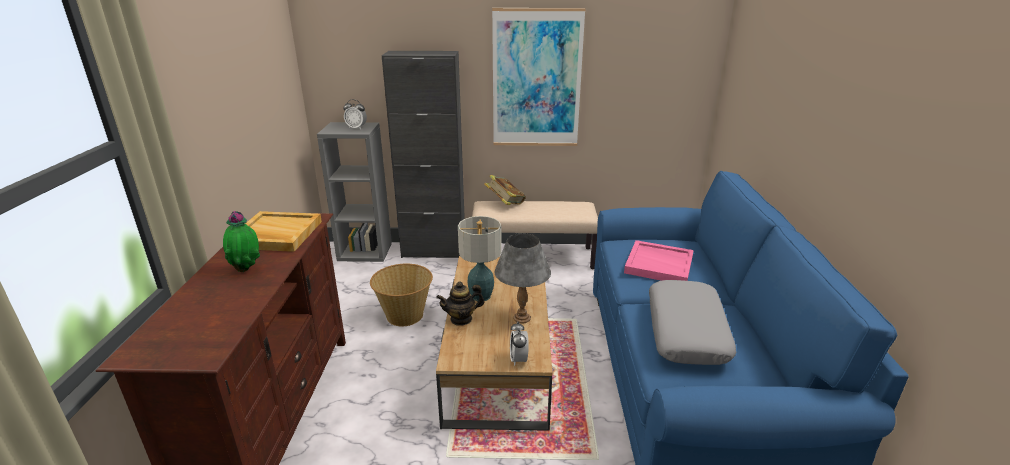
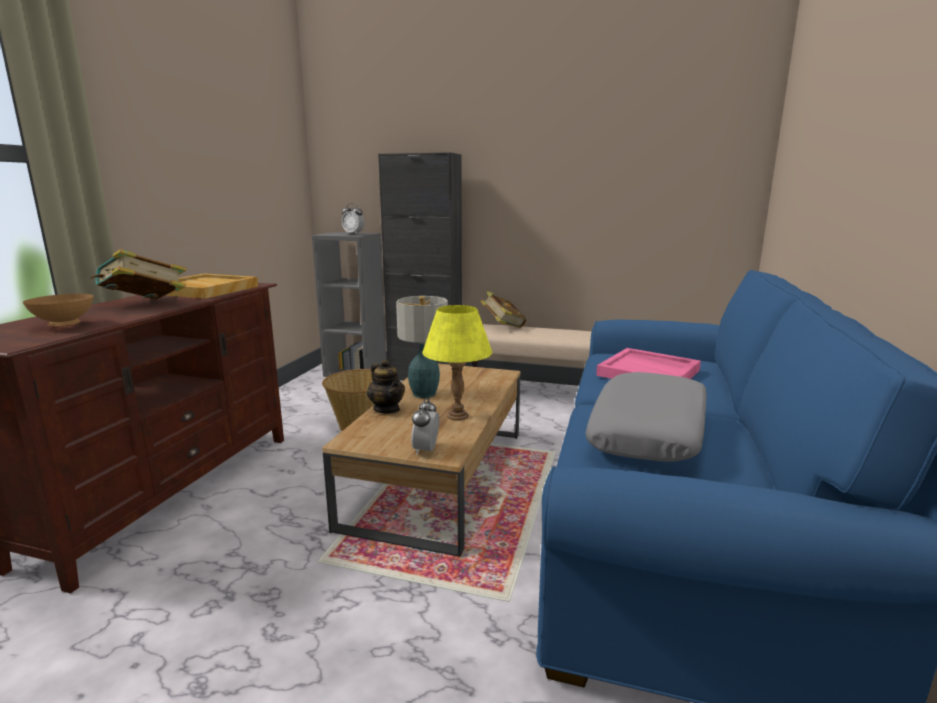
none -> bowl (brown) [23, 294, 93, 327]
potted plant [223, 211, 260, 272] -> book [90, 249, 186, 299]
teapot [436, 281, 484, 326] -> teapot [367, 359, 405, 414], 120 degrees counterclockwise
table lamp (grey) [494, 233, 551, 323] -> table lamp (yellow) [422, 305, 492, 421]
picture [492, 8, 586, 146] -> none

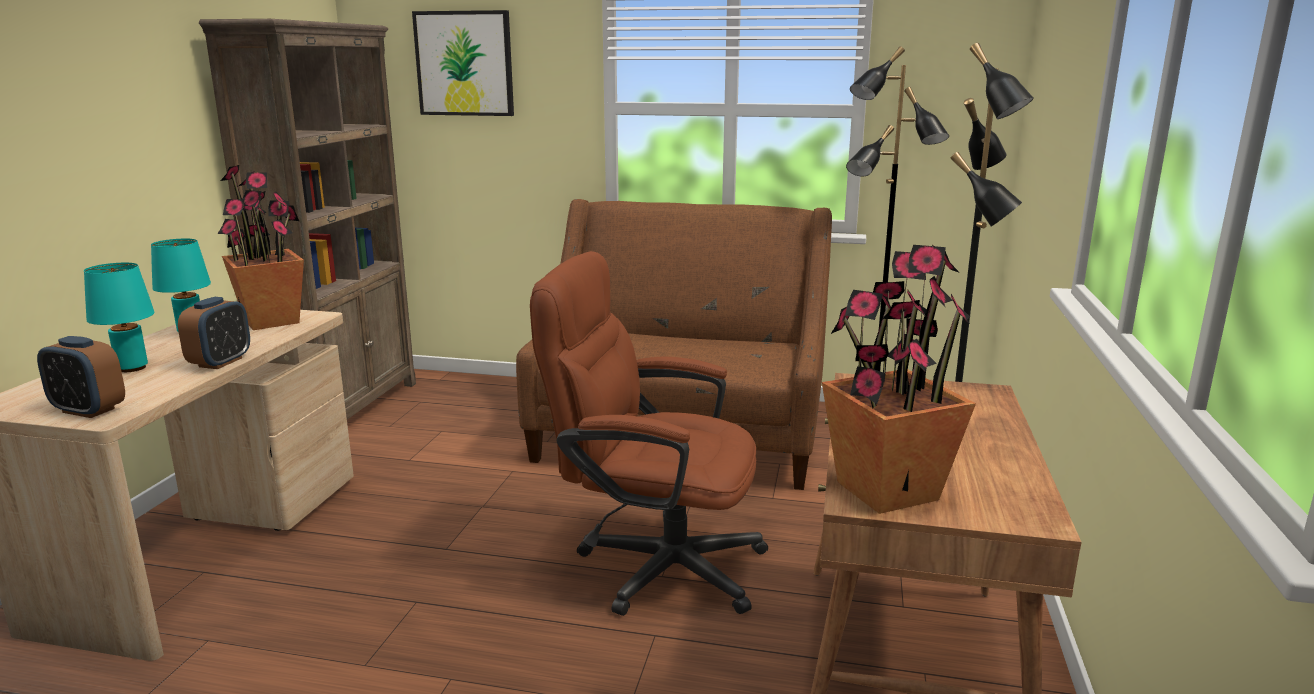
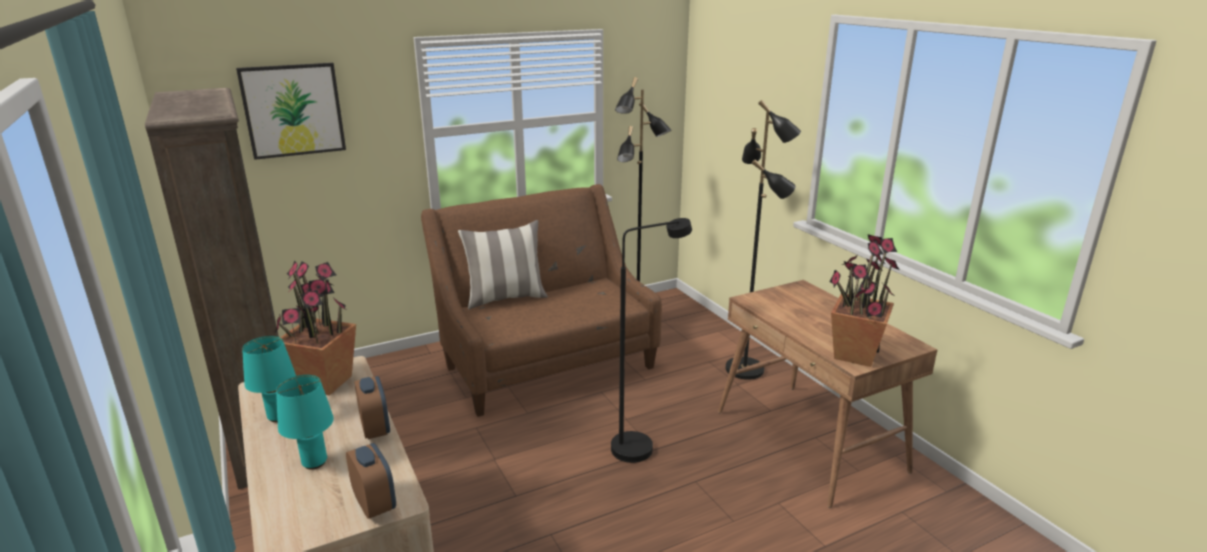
alarm clock [37, 336, 125, 418] -> alarm clock [346, 443, 396, 519], 105 degrees counterclockwise
none -> pillow [458, 220, 548, 309]
office chair (brown) [530, 251, 768, 616] -> floor lamp (black) [611, 218, 692, 463]

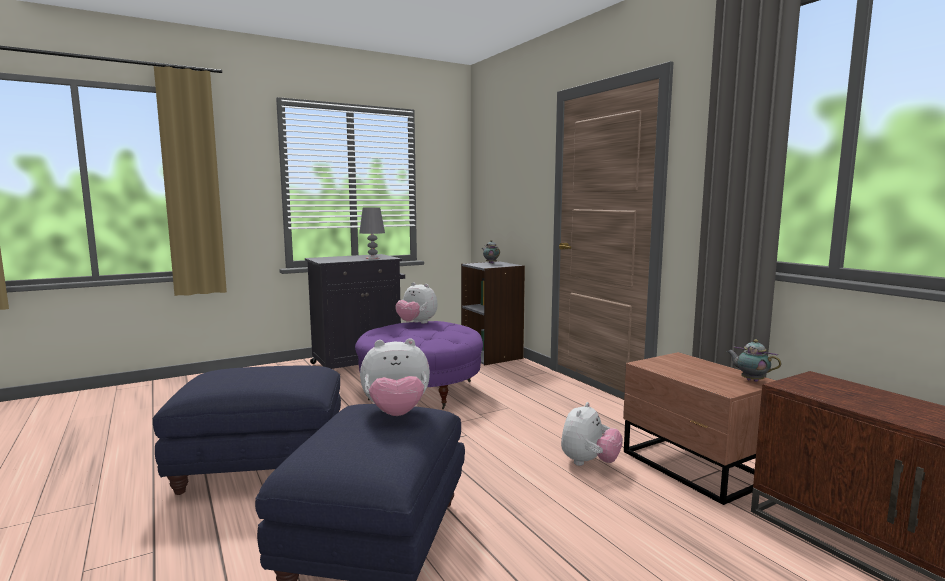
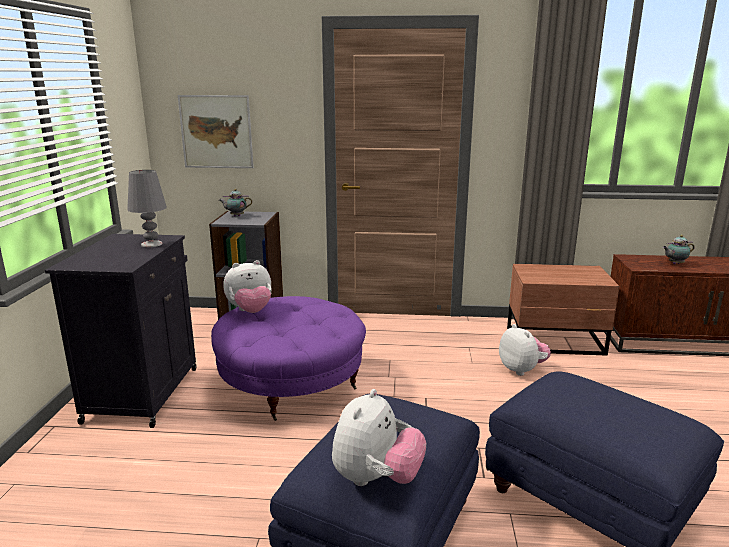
none -> picture [178, 95, 254, 168]
plush toy [360, 338, 430, 416] -> plush toy [332, 389, 426, 486], relocated
teapot [727, 339, 781, 382] -> teapot [662, 235, 695, 264], relocated

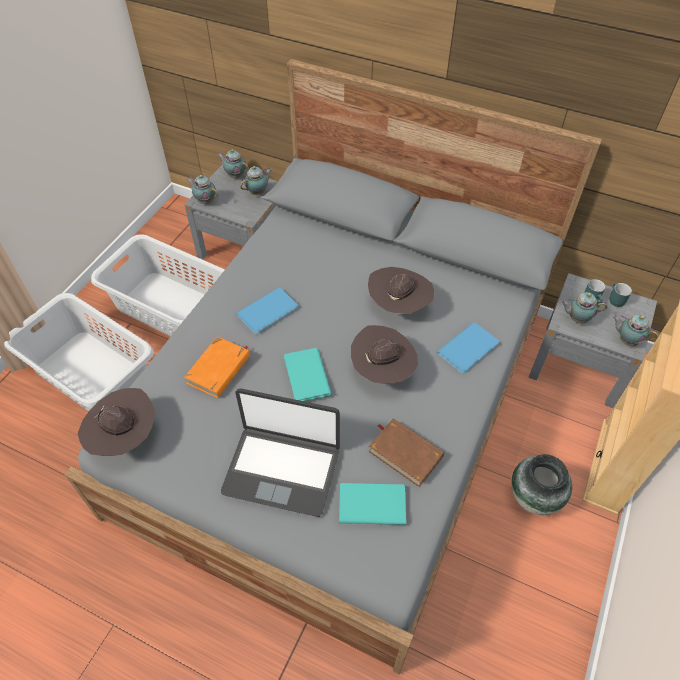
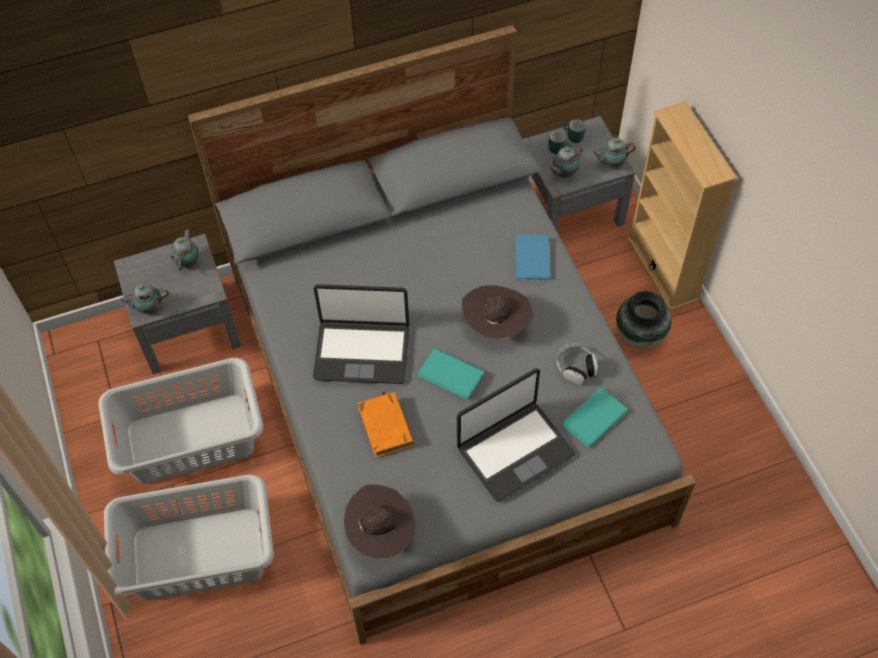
book (blue) [236, 287, 299, 334] -> laptop [313, 284, 409, 384]
book (brown) [369, 419, 444, 487] -> headphones [557, 343, 598, 385]
teapot [218, 149, 249, 178] -> none
hat (brown) [368, 267, 434, 314] -> none

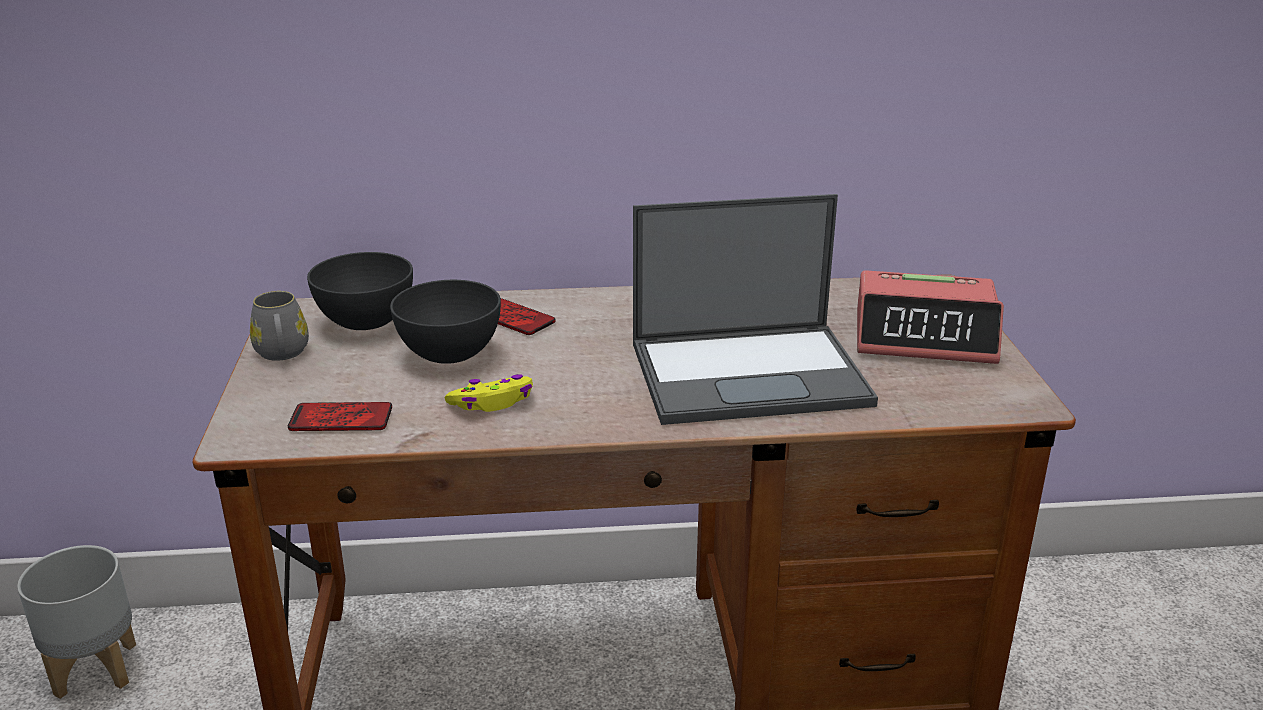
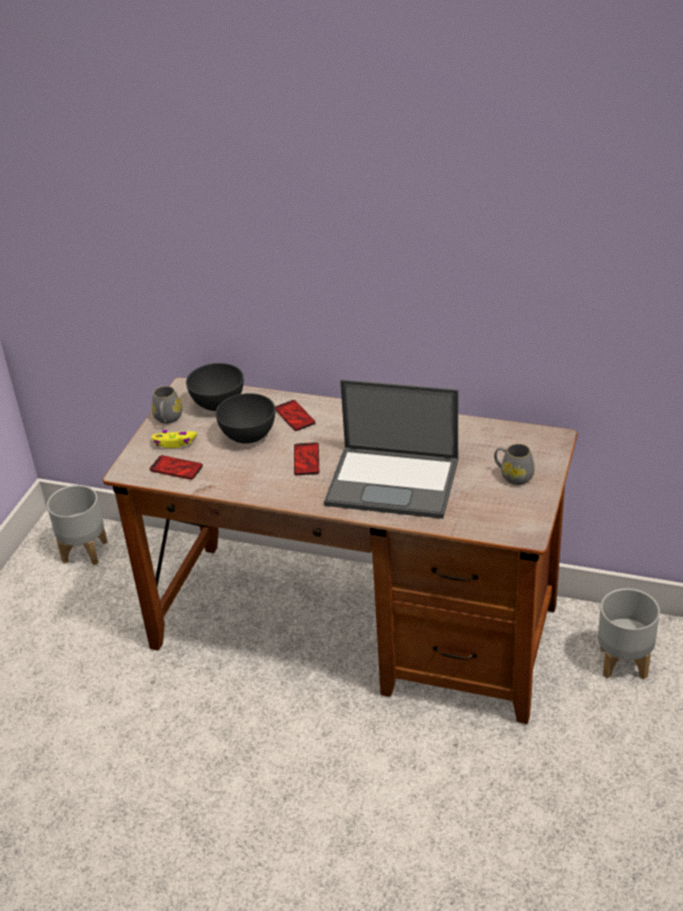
game controller (yellow) [444, 374, 533, 412] -> game controller (yellow) [152, 430, 197, 448], relocated
none -> phone [294, 442, 319, 475]
alarm clock [857, 270, 1004, 364] -> mug (grey) [494, 444, 534, 485]
none -> planter (grey) [598, 588, 660, 680]

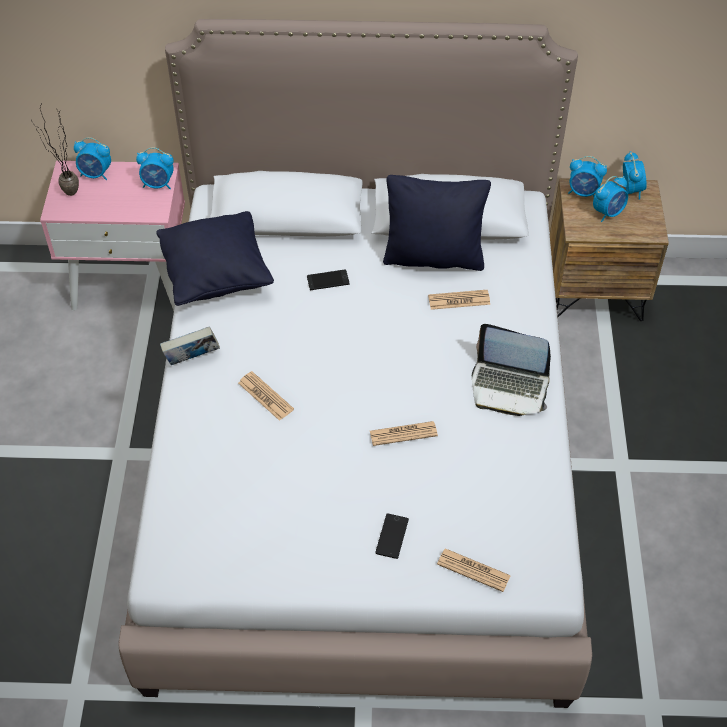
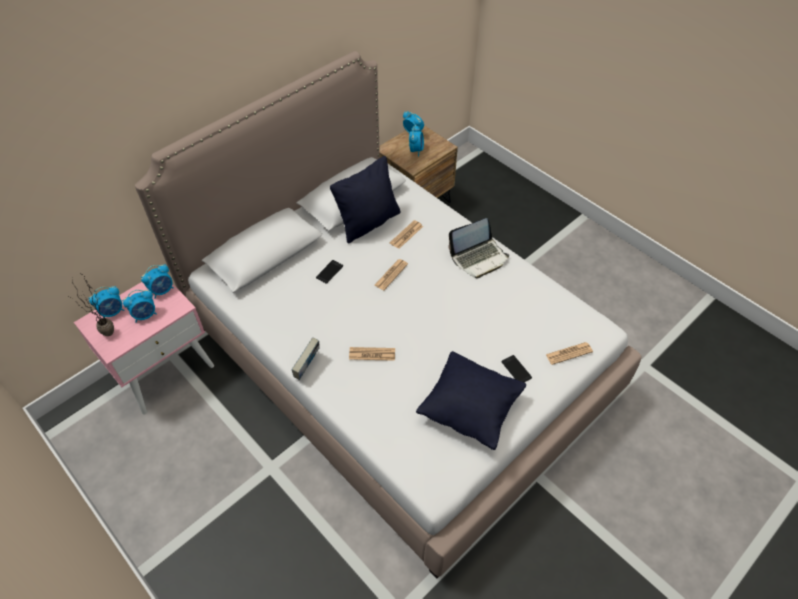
alarm clock [568, 156, 607, 197] -> alarm clock [122, 290, 157, 323], relocated
newspaper [370, 421, 438, 446] -> newspaper [375, 259, 408, 290], relocated
pillow (black) [156, 211, 274, 306] -> pillow (black) [416, 351, 526, 450], relocated

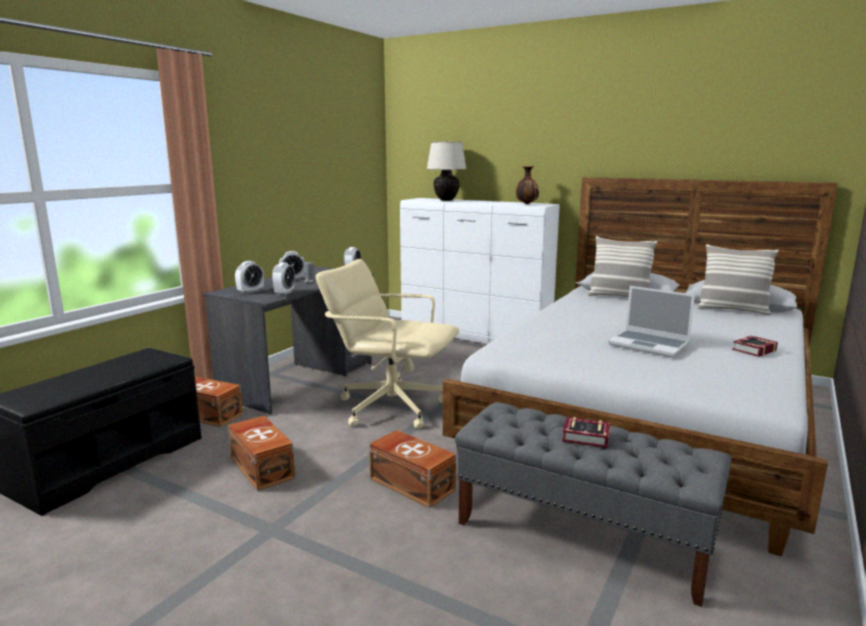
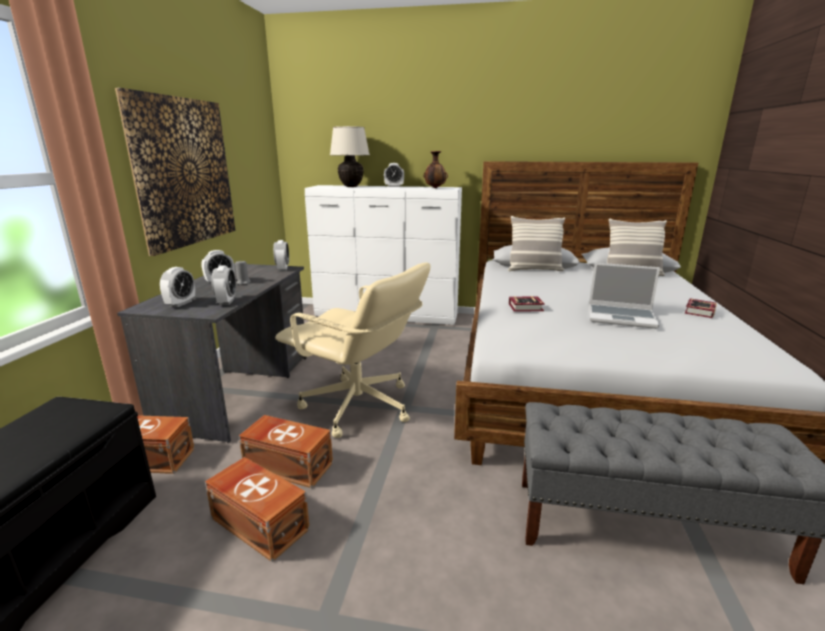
none -> picture [115, 88, 235, 256]
storage box (brown) [369, 430, 456, 508] -> storage box (brown) [239, 415, 333, 488], relocated
office chair (beige) [316, 259, 460, 429] -> office chair (beige) [275, 263, 430, 438], 150 degrees counterclockwise
none -> alarm clock [384, 163, 404, 187]
book [562, 417, 610, 448] -> book [509, 296, 545, 312], relocated

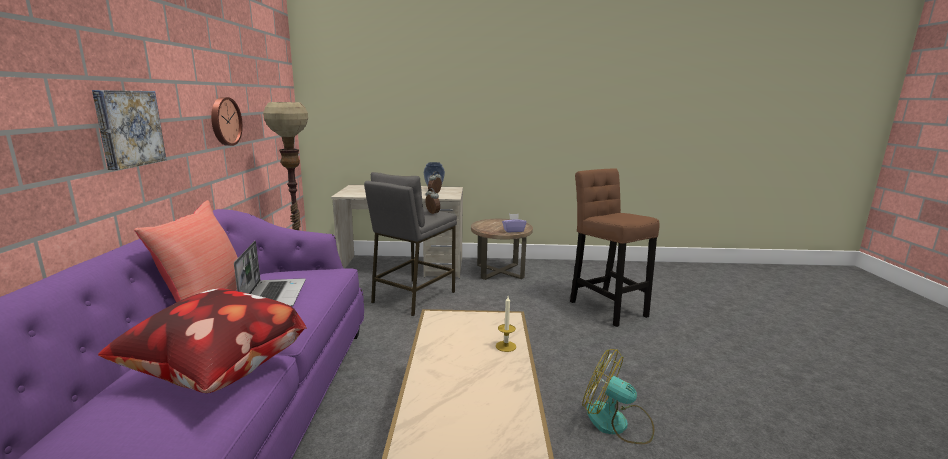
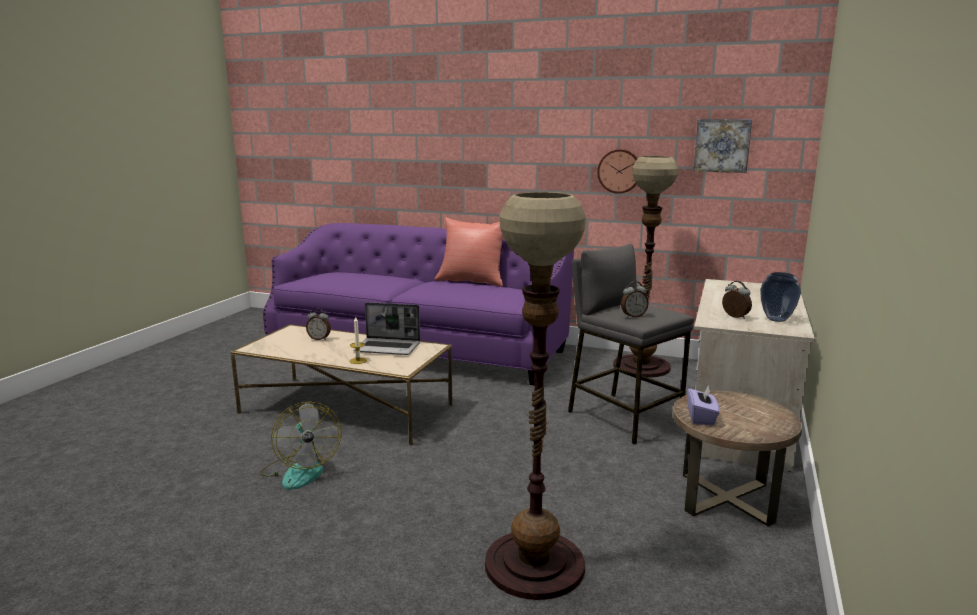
fan [582, 349, 654, 444] -> fan [260, 402, 342, 490], 105 degrees clockwise
none -> alarm clock [306, 308, 331, 340]
laptop [234, 241, 306, 307] -> laptop [353, 302, 420, 355], relocated
stool (brown) [570, 168, 660, 327] -> floor lamp [485, 192, 586, 600]
picture [92, 90, 166, 170] -> picture [693, 119, 752, 173], relocated
pillow [99, 288, 307, 393] -> none

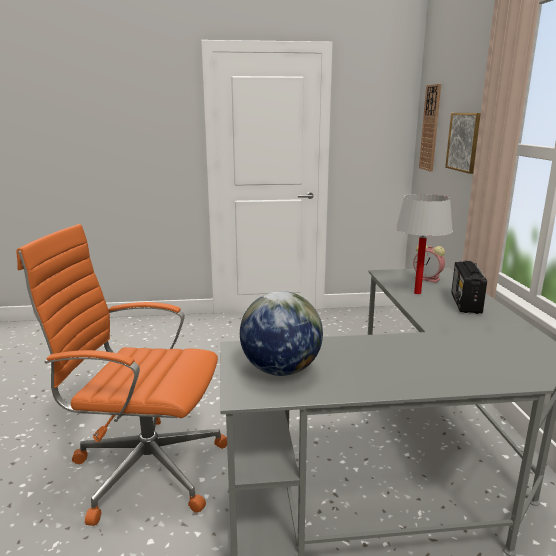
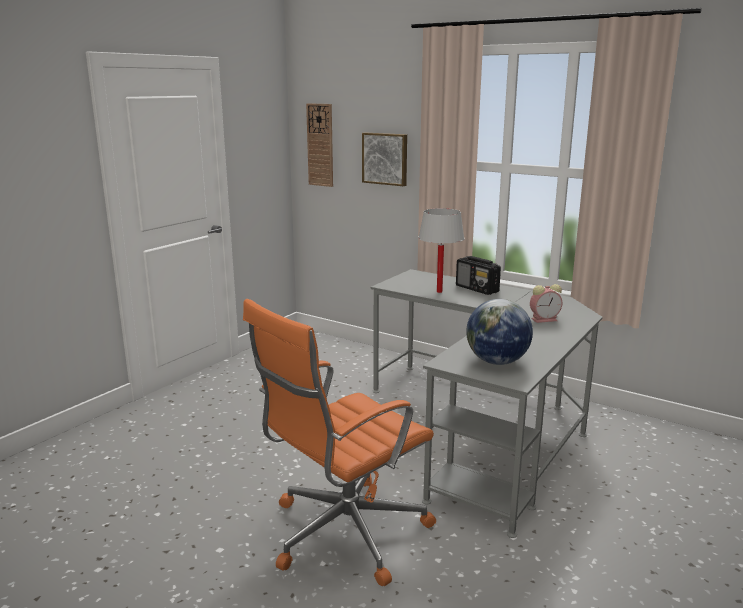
alarm clock [413, 245, 445, 283] -> alarm clock [530, 284, 562, 323], relocated

